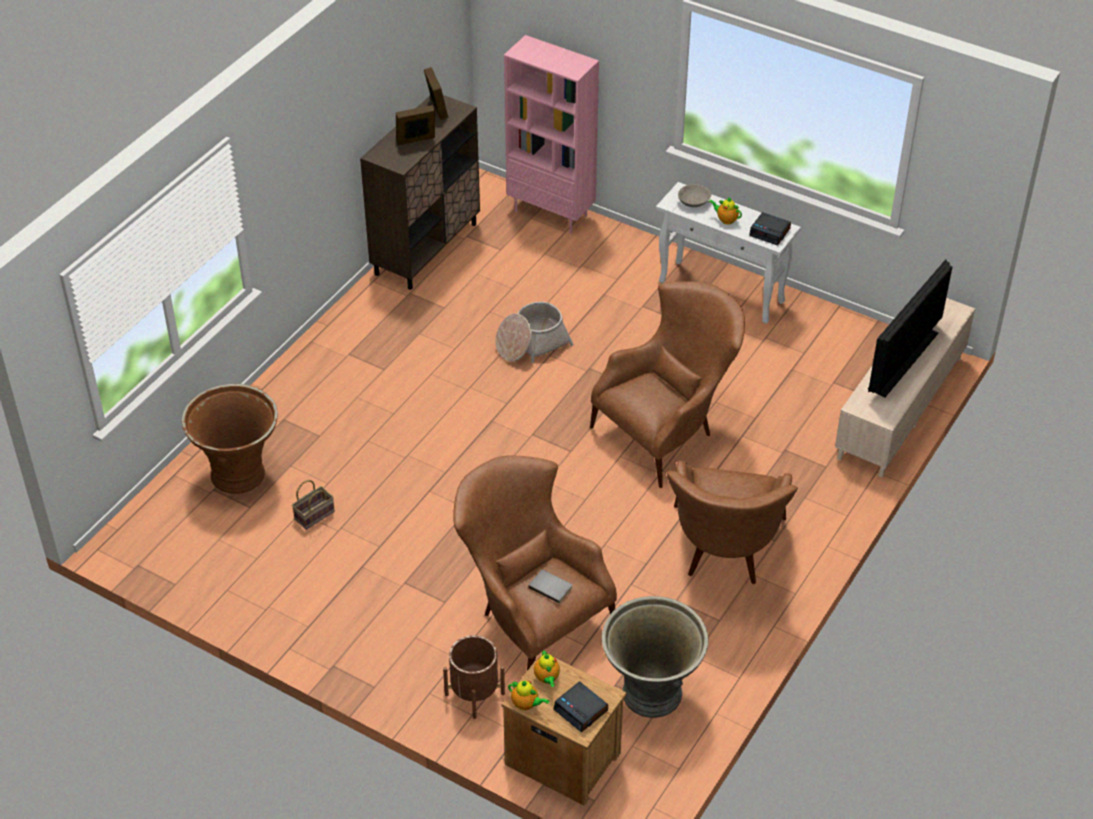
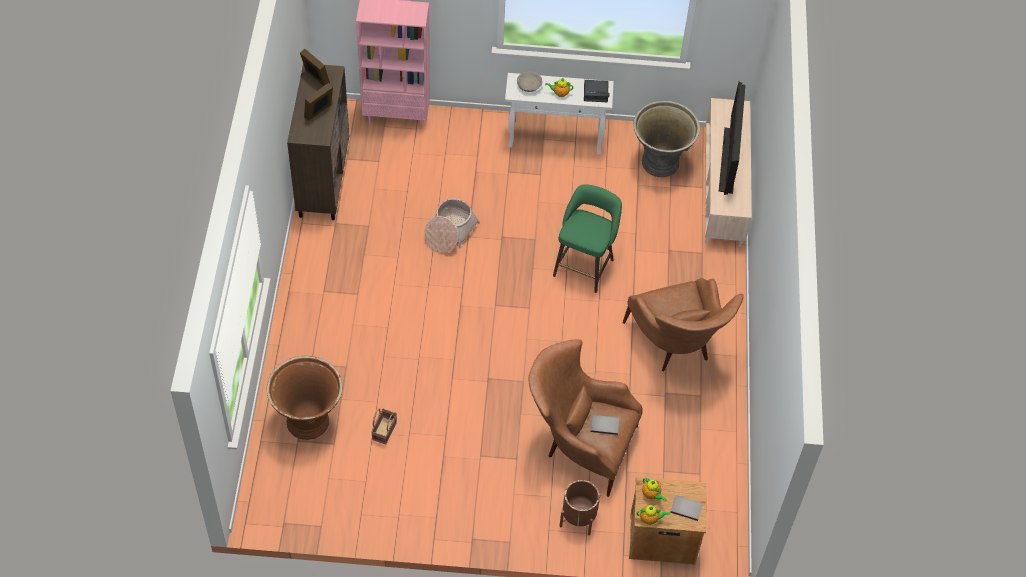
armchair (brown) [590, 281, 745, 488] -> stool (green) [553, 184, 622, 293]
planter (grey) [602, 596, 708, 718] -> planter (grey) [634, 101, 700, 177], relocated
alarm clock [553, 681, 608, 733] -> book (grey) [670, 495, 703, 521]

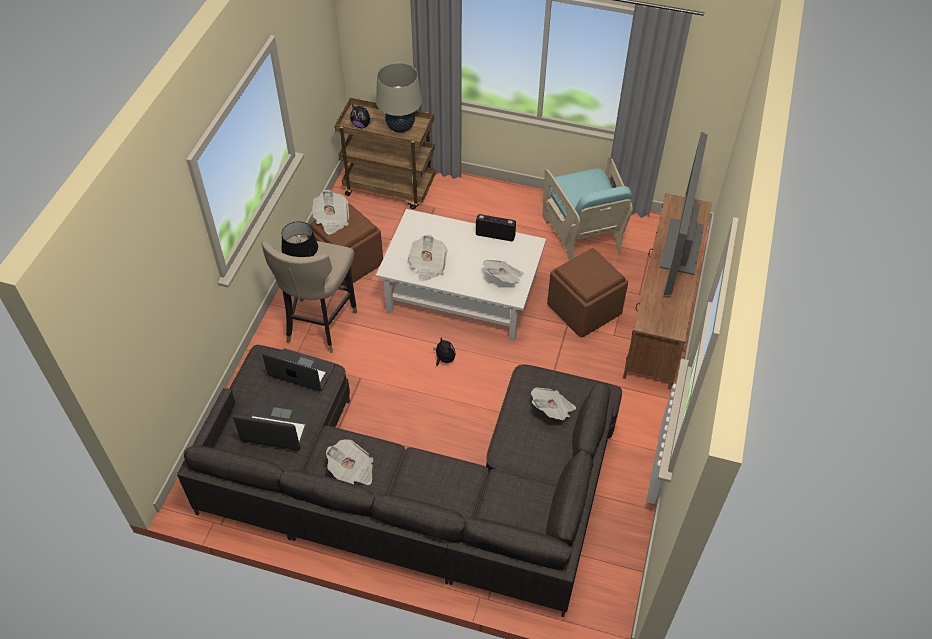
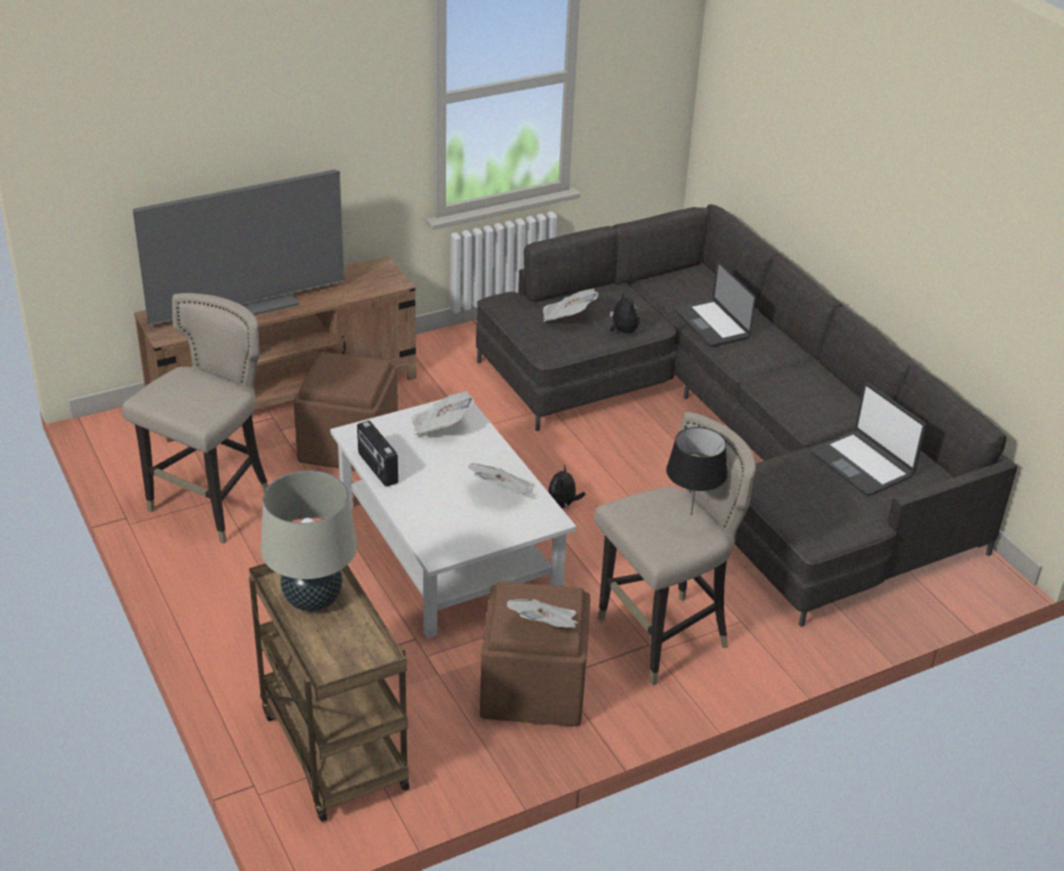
armchair (turquoise) [542, 156, 633, 260] -> stool (beige) [122, 293, 268, 544]
plush toy [350, 105, 374, 128] -> plush toy [610, 292, 640, 333], relocated
laptop [262, 348, 335, 391] -> laptop [674, 261, 756, 347], relocated
newspaper [326, 440, 373, 485] -> none

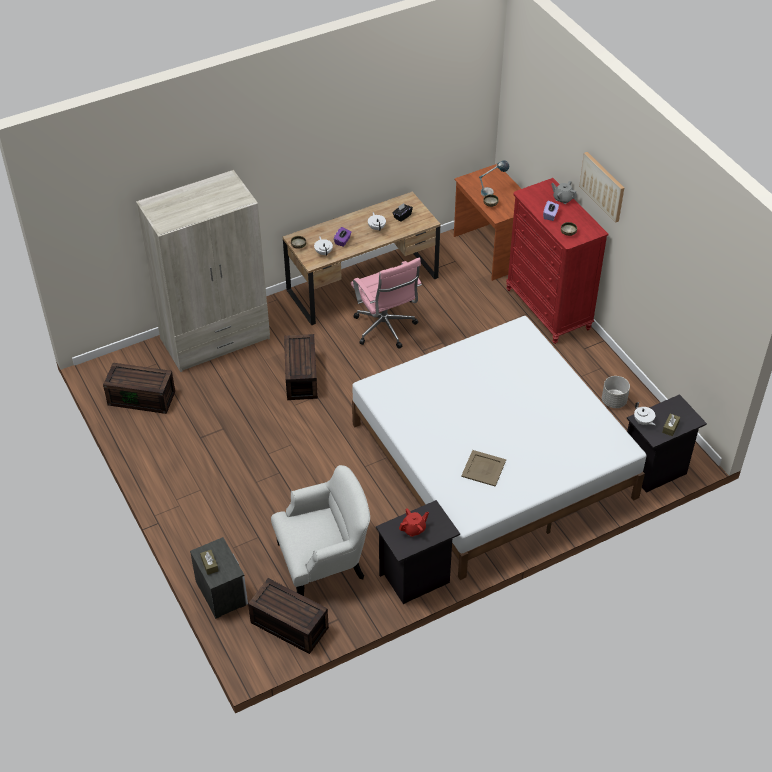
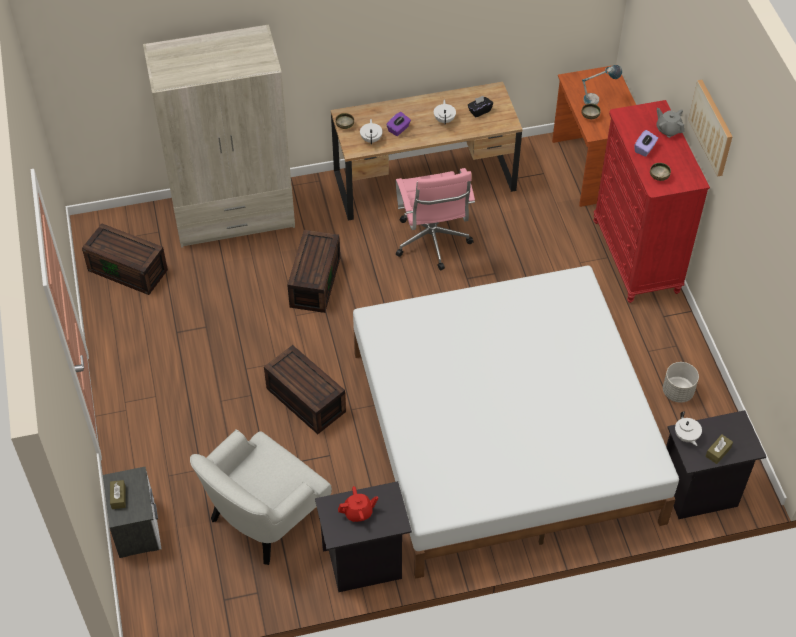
armchair (white) [271, 465, 370, 596] -> armchair (white) [190, 429, 332, 565], 135 degrees clockwise
storage box (brown) [248, 578, 329, 654] -> storage box (brown) [264, 345, 346, 434], relocated
tray (beige) [461, 450, 506, 487] -> none

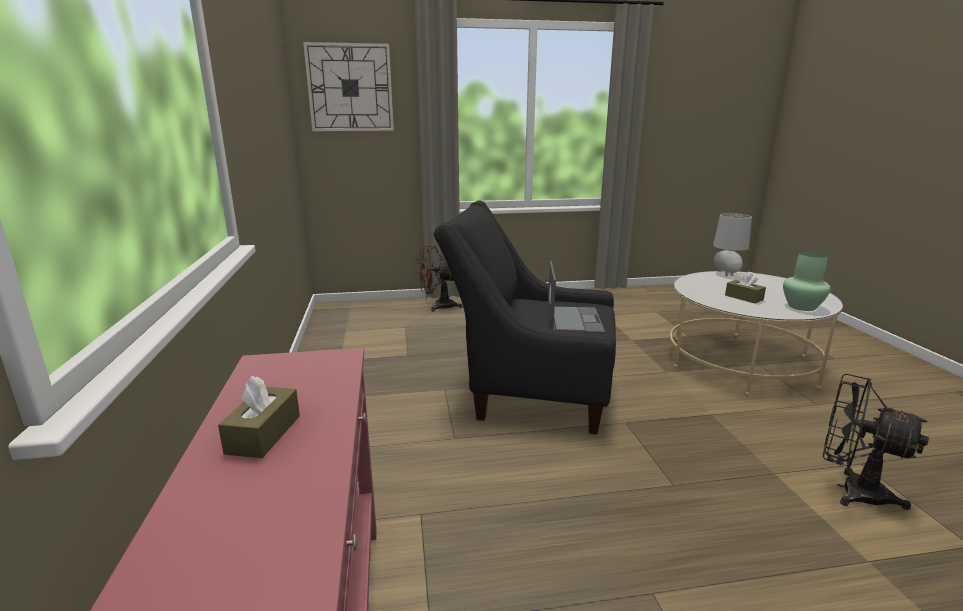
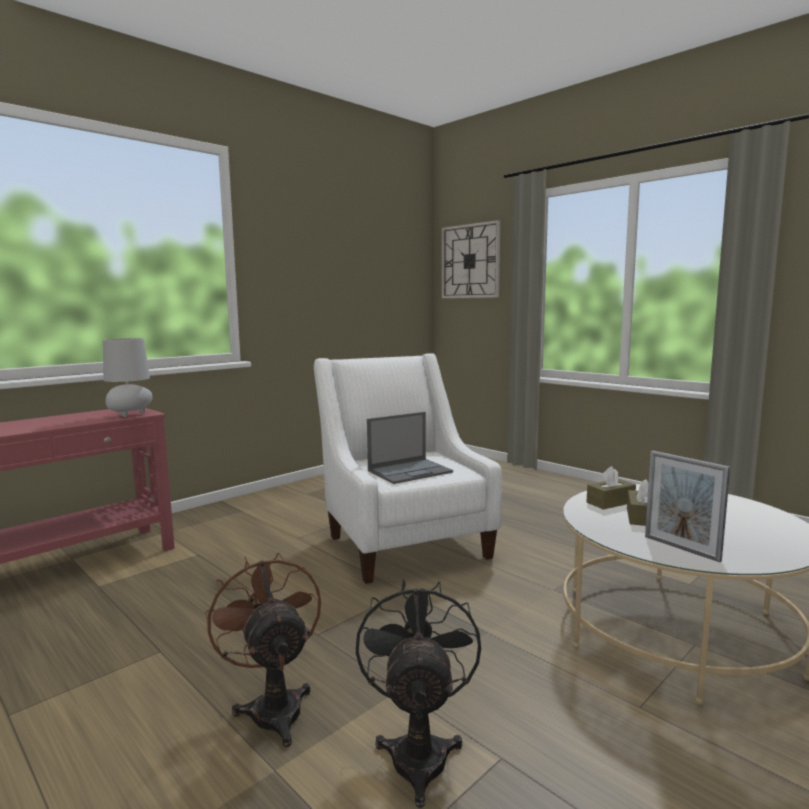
table lamp (grey) [713, 213, 752, 276] -> table lamp (grey) [103, 338, 152, 417], relocated
fan (brown) [417, 246, 463, 311] -> fan (brown) [205, 552, 321, 747], relocated
armchair (black) [433, 200, 616, 434] -> armchair (white) [314, 353, 502, 584]
tissue box (brown) [218, 375, 300, 458] -> tissue box (brown) [587, 466, 636, 510], relocated
vase (green) [783, 252, 831, 311] -> picture frame [645, 451, 730, 562]

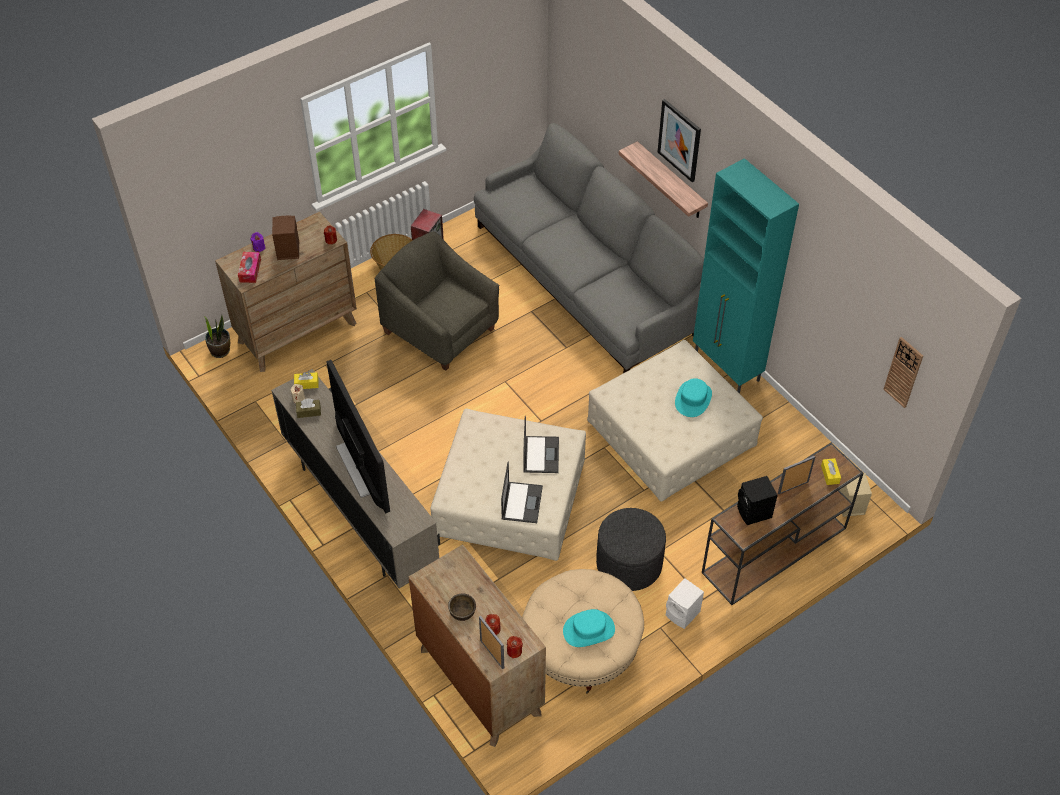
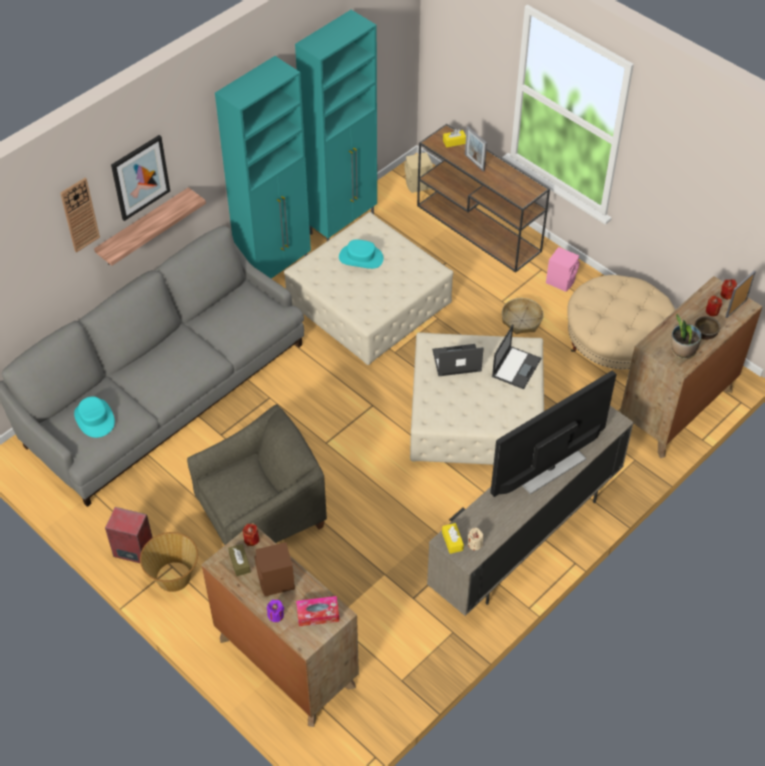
wall clock [883, 337, 923, 408] -> wall clock [60, 178, 100, 253], relocated
hat (turquoise) [563, 609, 615, 647] -> hat (turquoise) [74, 396, 115, 438], relocated
armchair (grey) [375, 231, 500, 371] -> armchair (grey) [187, 404, 327, 545], 150 degrees counterclockwise
tissue box (brown) [296, 398, 321, 418] -> tissue box (brown) [228, 544, 251, 576], relocated
none -> cabinet (turquoise) [295, 10, 377, 241]
laptop [501, 462, 543, 523] -> laptop [492, 324, 541, 389], 120 degrees clockwise
ottoman (grey) [596, 508, 666, 591] -> basket [502, 298, 544, 334]
speaker (white) [666, 578, 704, 629] -> speaker (pink) [546, 247, 580, 292]
potted plant [204, 315, 230, 358] -> potted plant [671, 314, 702, 359], relocated
speaker (black) [737, 476, 778, 525] -> none

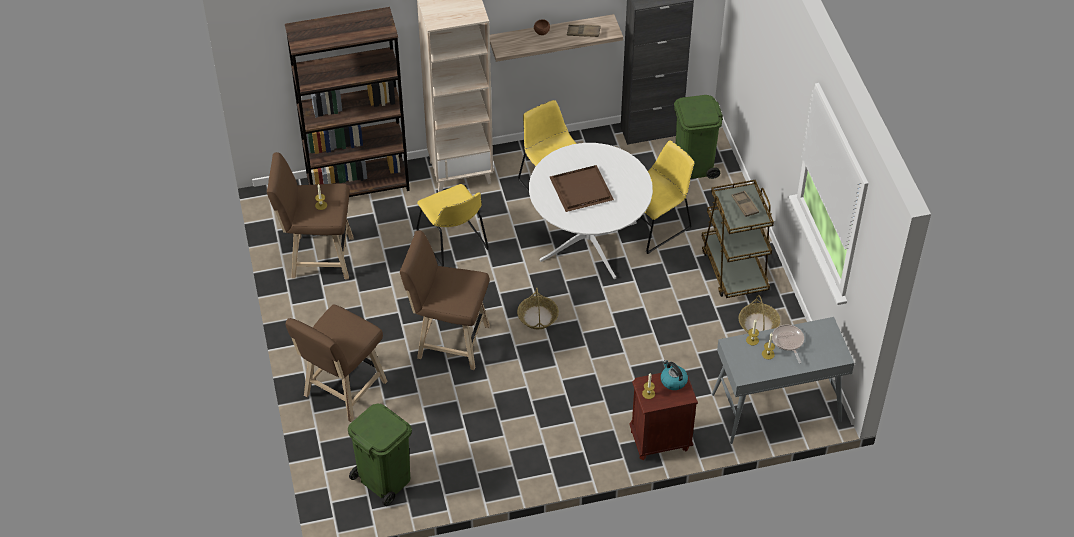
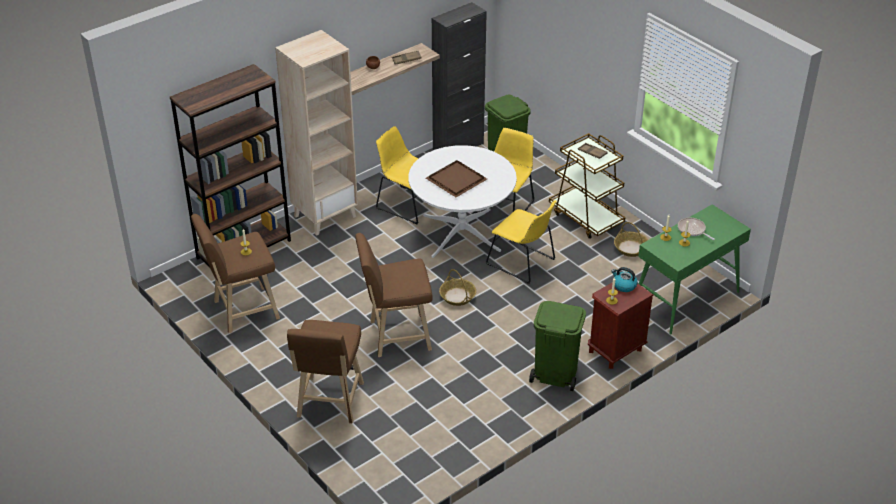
chair (yellow) [416, 184, 489, 267] -> chair (yellow) [486, 200, 557, 284], relocated
trash can (green) [348, 404, 412, 506] -> trash can (green) [529, 301, 586, 391], relocated
console table (grey) [712, 317, 854, 444] -> console table (green) [638, 204, 751, 335]

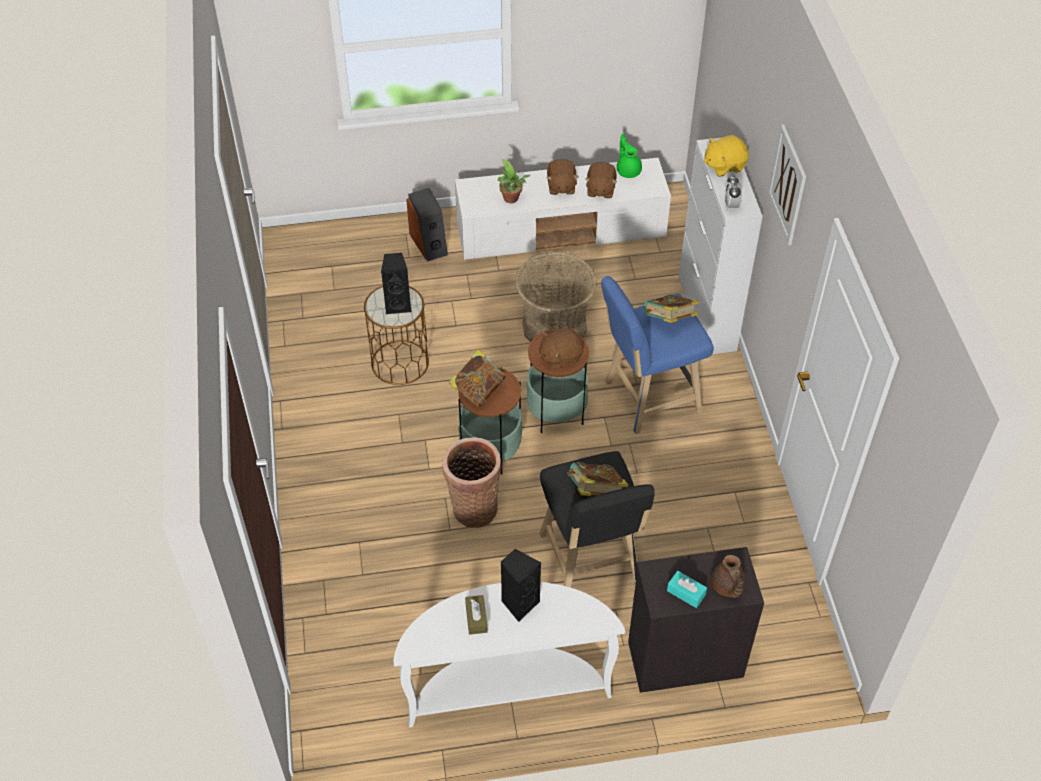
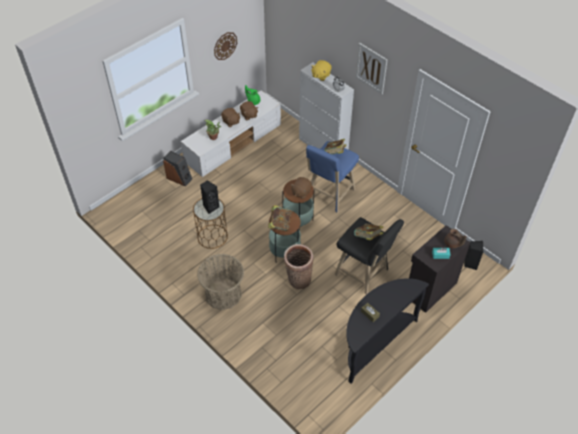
basket [515, 252, 597, 342] -> basket [198, 254, 244, 310], relocated
none -> wall clock [214, 32, 237, 60]
console table (white) [394, 582, 625, 728] -> console table (black) [346, 278, 429, 384]
speaker (black) [501, 549, 541, 622] -> speaker (black) [464, 241, 484, 270], relocated

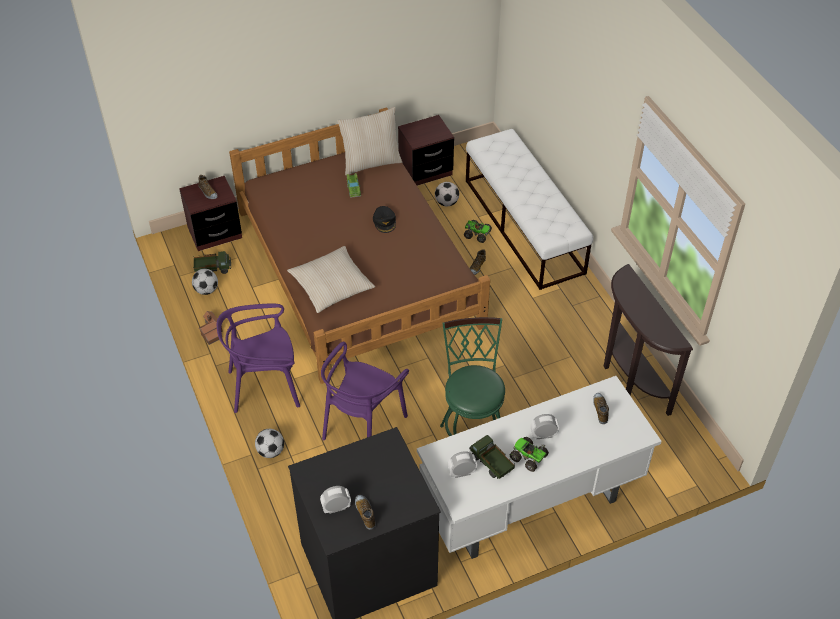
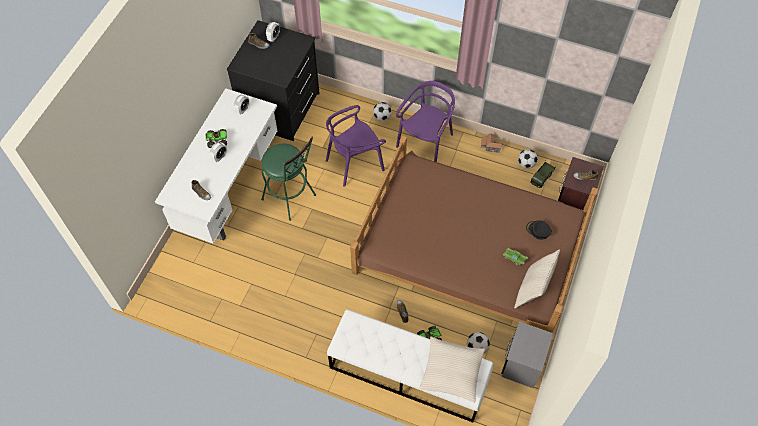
chair (purple) [321, 342, 409, 440] -> chair (purple) [326, 105, 386, 187], 105 degrees counterclockwise
pillow (beige) [287, 246, 375, 313] -> pillow (beige) [419, 336, 485, 403], relocated
nightstand (brown) [398, 115, 454, 186] -> nightstand (grey) [501, 321, 553, 388]
cap (black) [373, 206, 396, 233] -> cap (black) [526, 220, 552, 240], relocated
toy truck [469, 435, 515, 479] -> none
console table (brown) [603, 264, 693, 416] -> none

